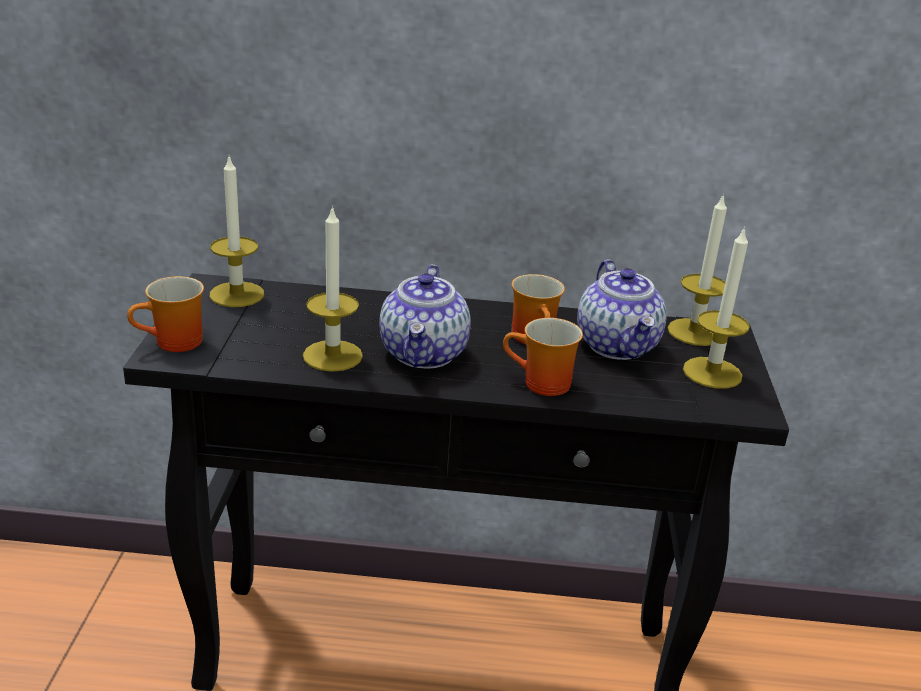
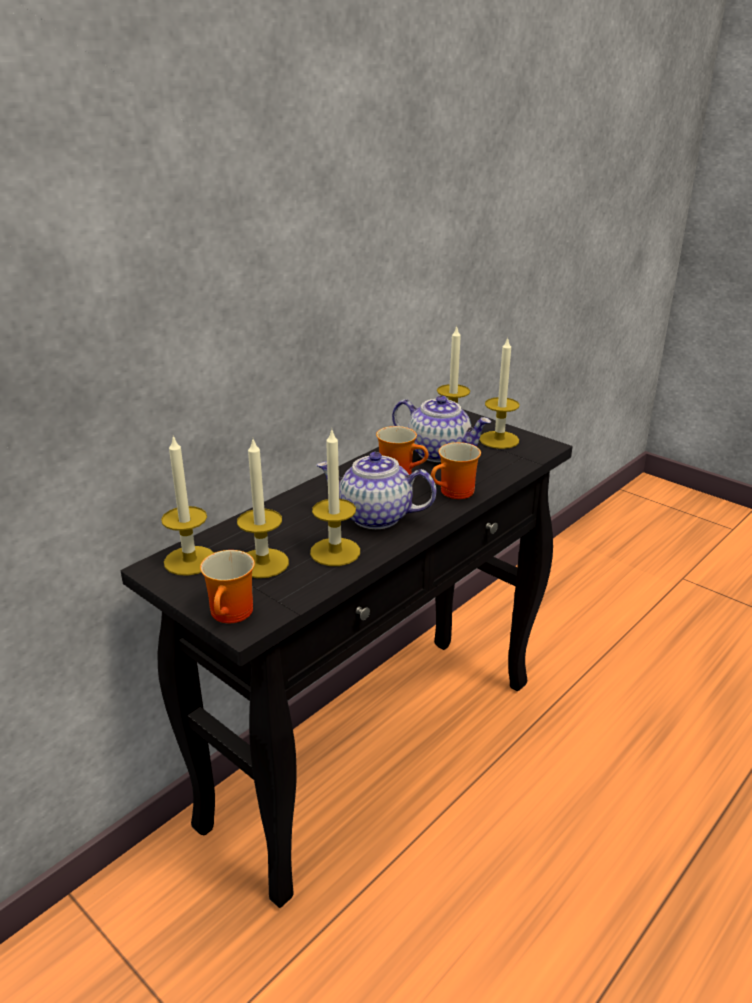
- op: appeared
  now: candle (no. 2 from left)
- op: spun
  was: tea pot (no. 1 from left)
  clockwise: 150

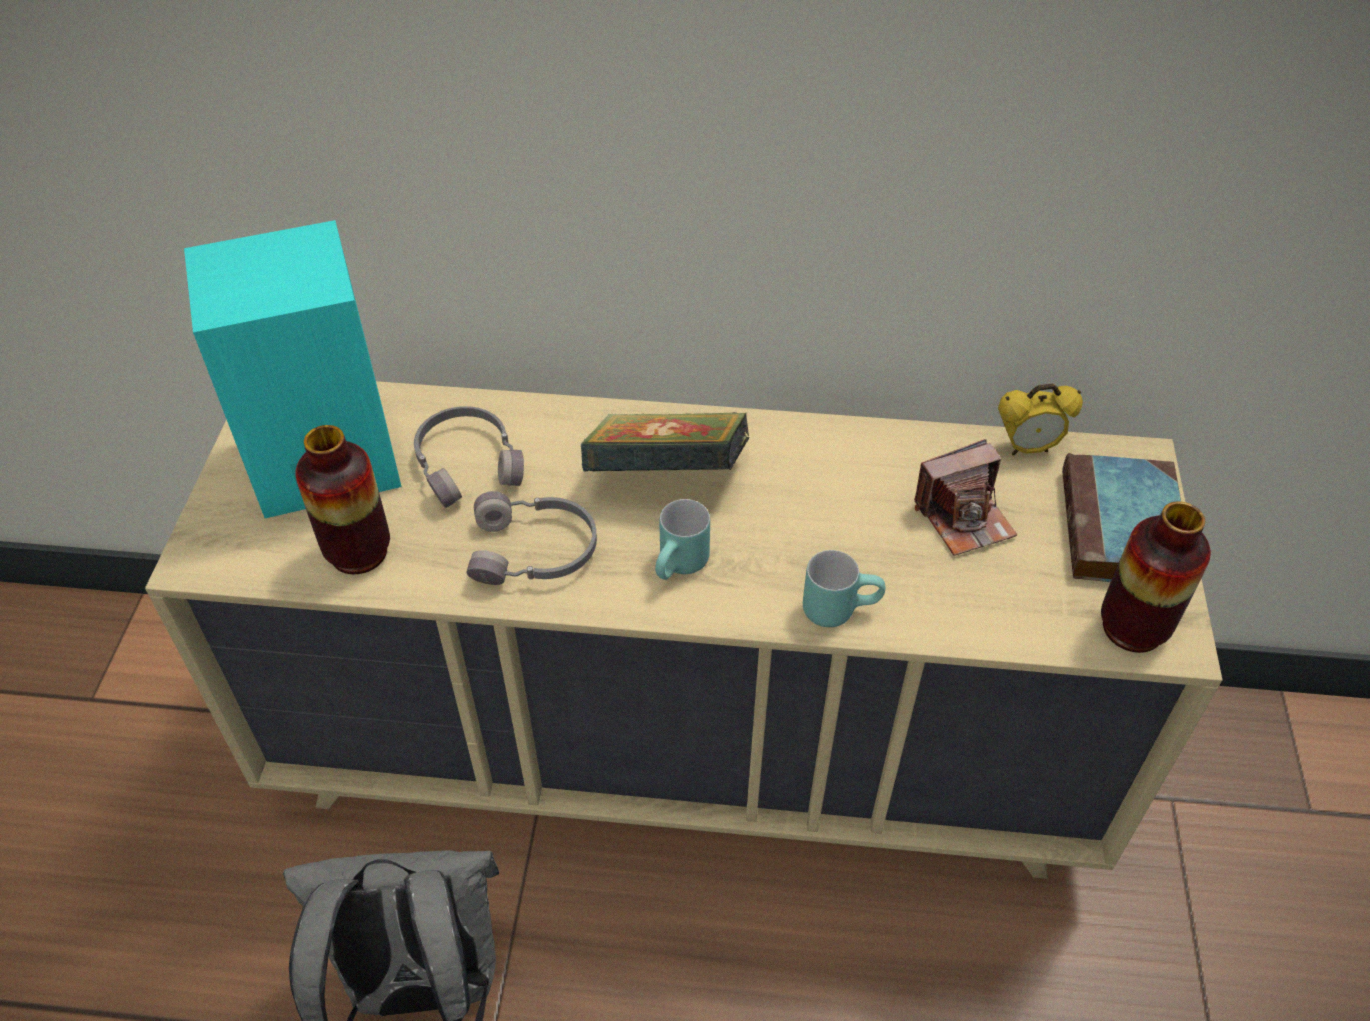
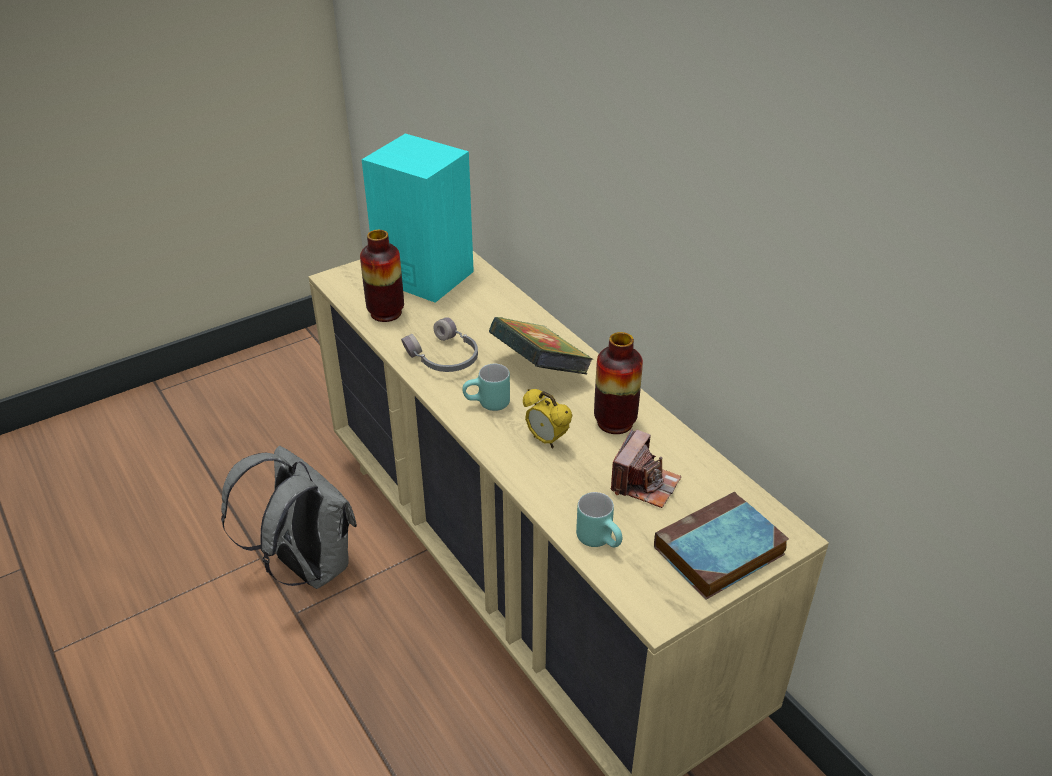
- op: relocated
  was: table clock
- op: relocated
  was: blue-green mug (no. 2 from left)
- op: relocated
  was: decorative vase (no. 2 from left)
- op: spun
  was: still camera
  clockwise: -90
- op: missing
  was: greyish pair of headphones (no. 1 from left)

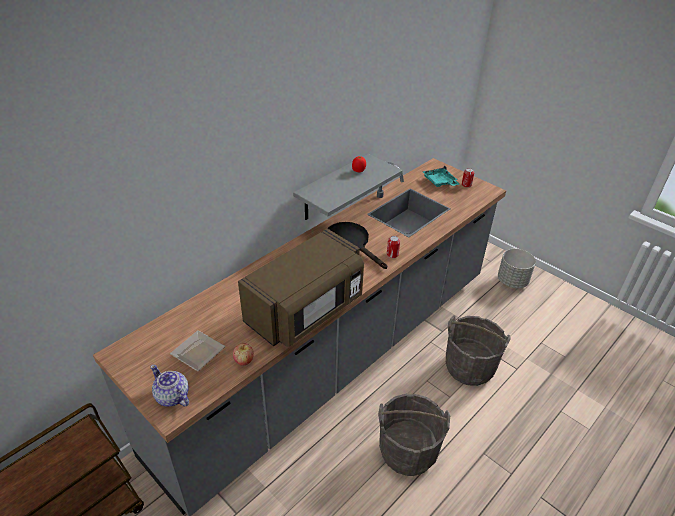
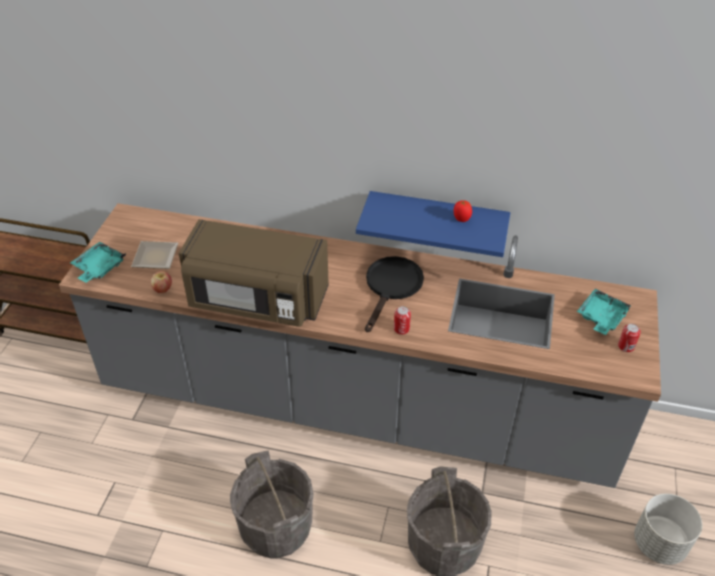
- op: exchanged
  was: tea pot
  now: blue-green carrying tray (no. 1 from left)
- op: colour
  was: greyish wall shelf
  now: blue wall shelf

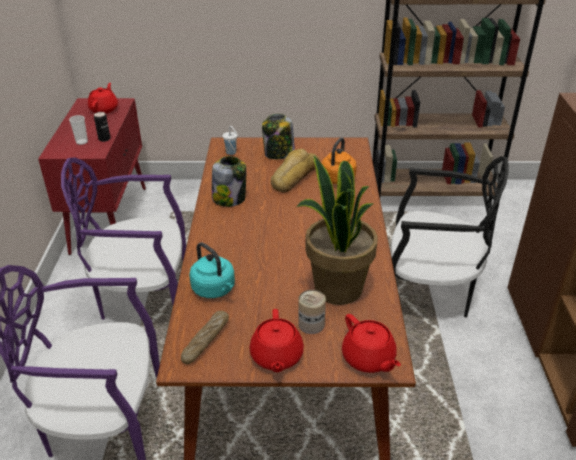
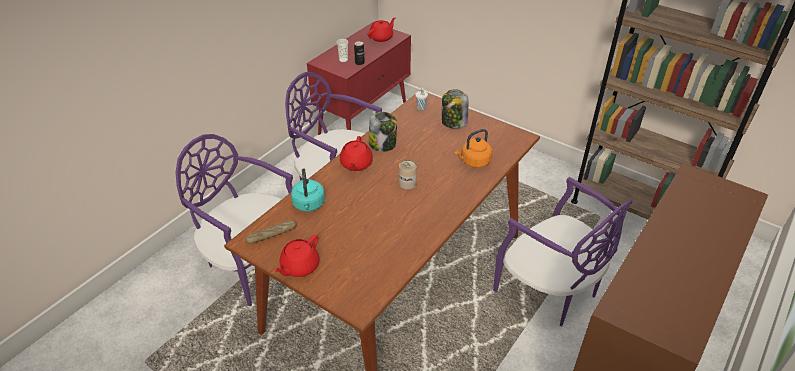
- op: relocated
  was: reddish tea pot (no. 3 from left in the first image)
  now: reddish tea pot (no. 2 from left)
- op: relocated
  was: sealed can (no. 2 from left)
- op: colour
  was: blackish plain chair
  now: purple-coloured plain chair (no. 3 from left)
- op: missing
  was: bakery bread (no. 2 from left)
- op: missing
  was: houseplant

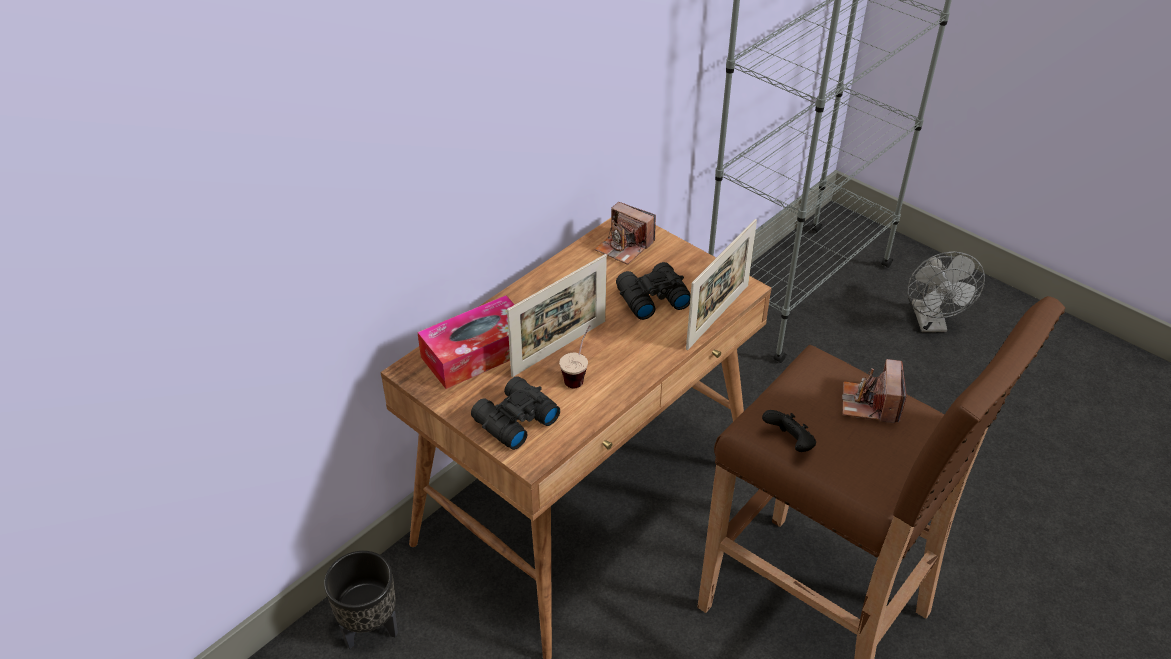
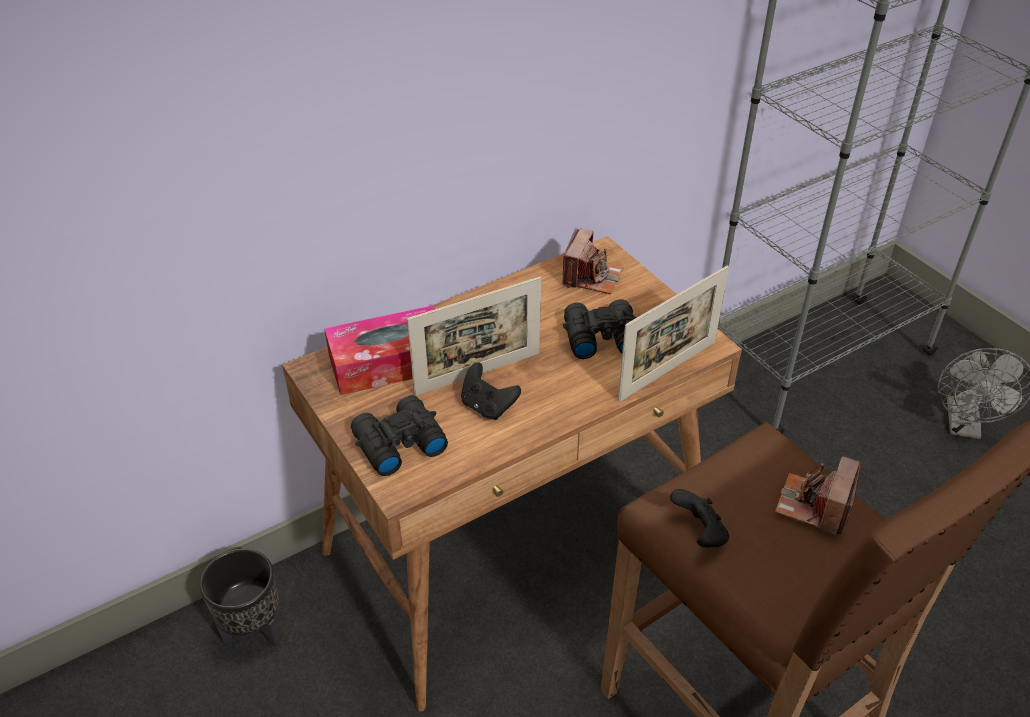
- op: exchanged
  was: drinking cup
  now: blackish joypad (no. 1 from left)
- op: spun
  was: still camera (no. 1 from left)
  clockwise: -120

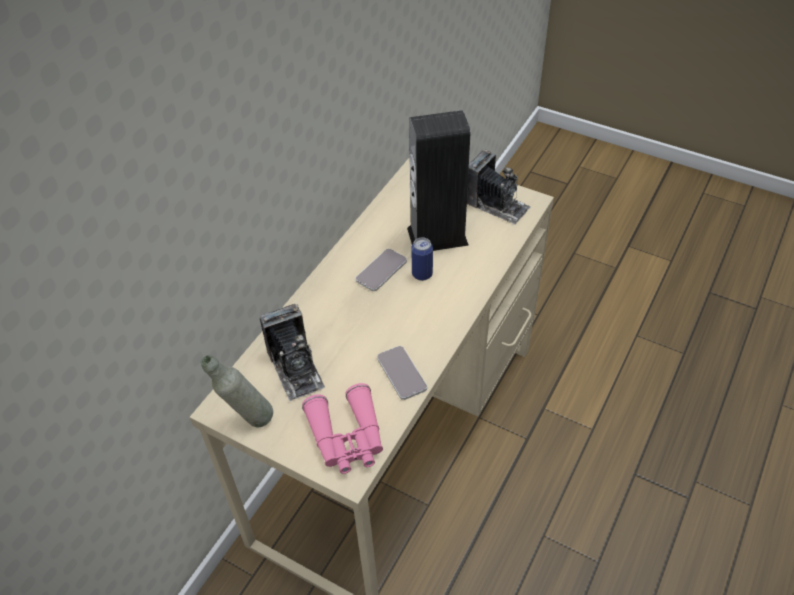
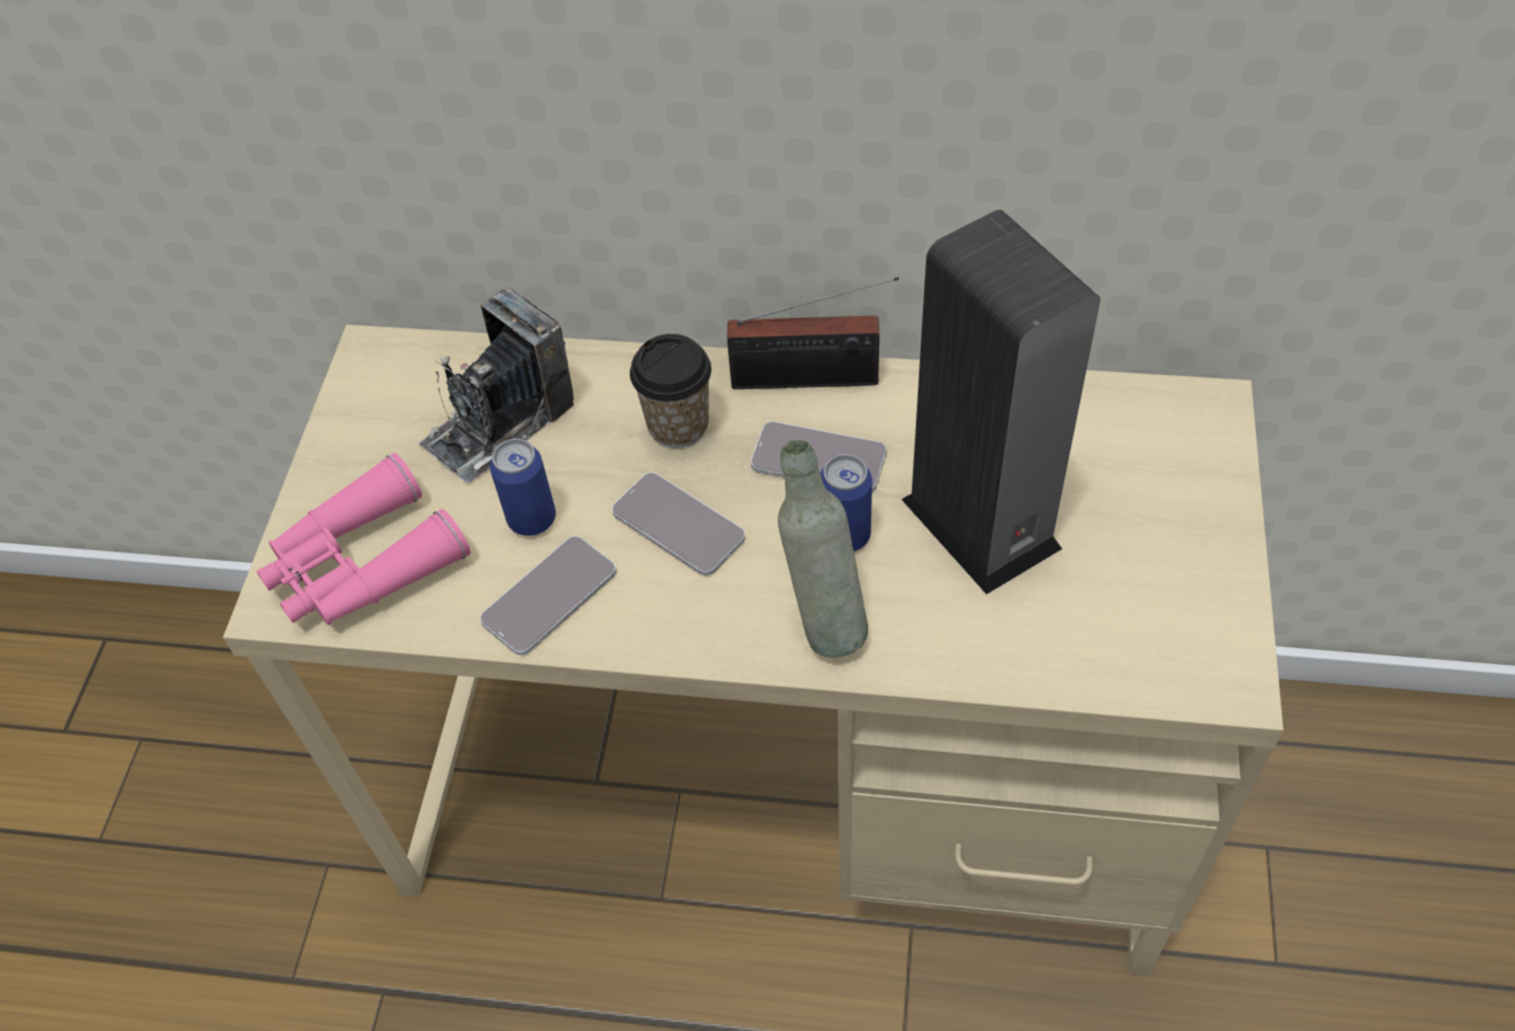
- op: appeared
  now: sealed can (no. 1 from left)
- op: appeared
  now: telephone (no. 2 from left)
- op: appeared
  now: drinking cup
- op: appeared
  now: radio set
- op: relocated
  was: greyish bottle
- op: missing
  was: still camera (no. 2 from left)

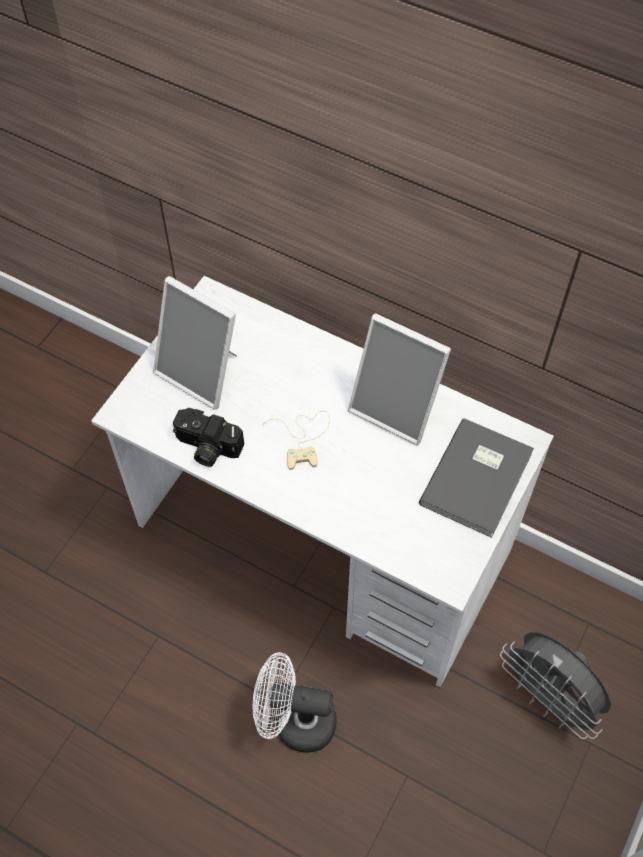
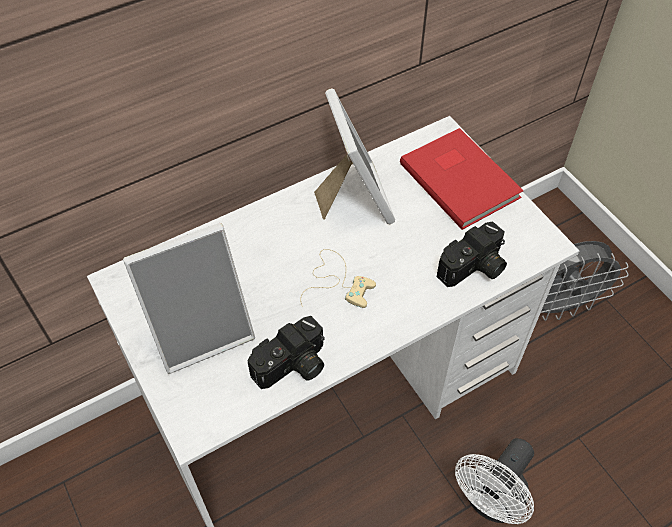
- op: spun
  was: photo frame (no. 2 from left)
  clockwise: -75
- op: colour
  was: greyish book
  now: reddish book
- op: appeared
  now: still camera (no. 2 from left)

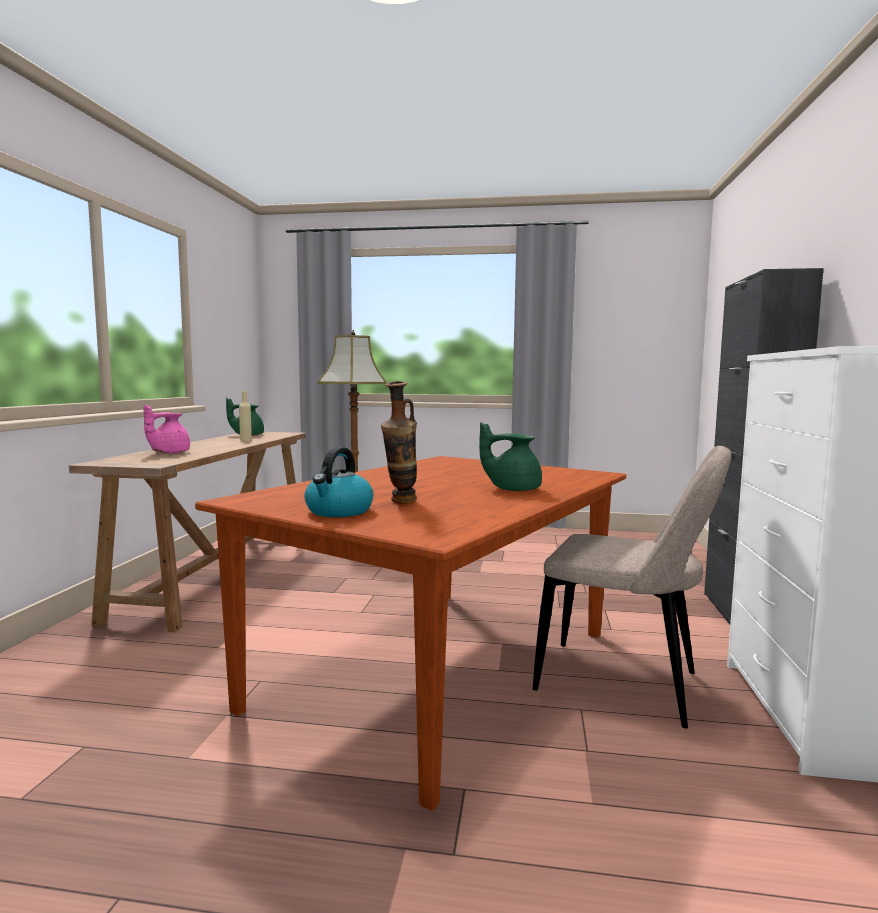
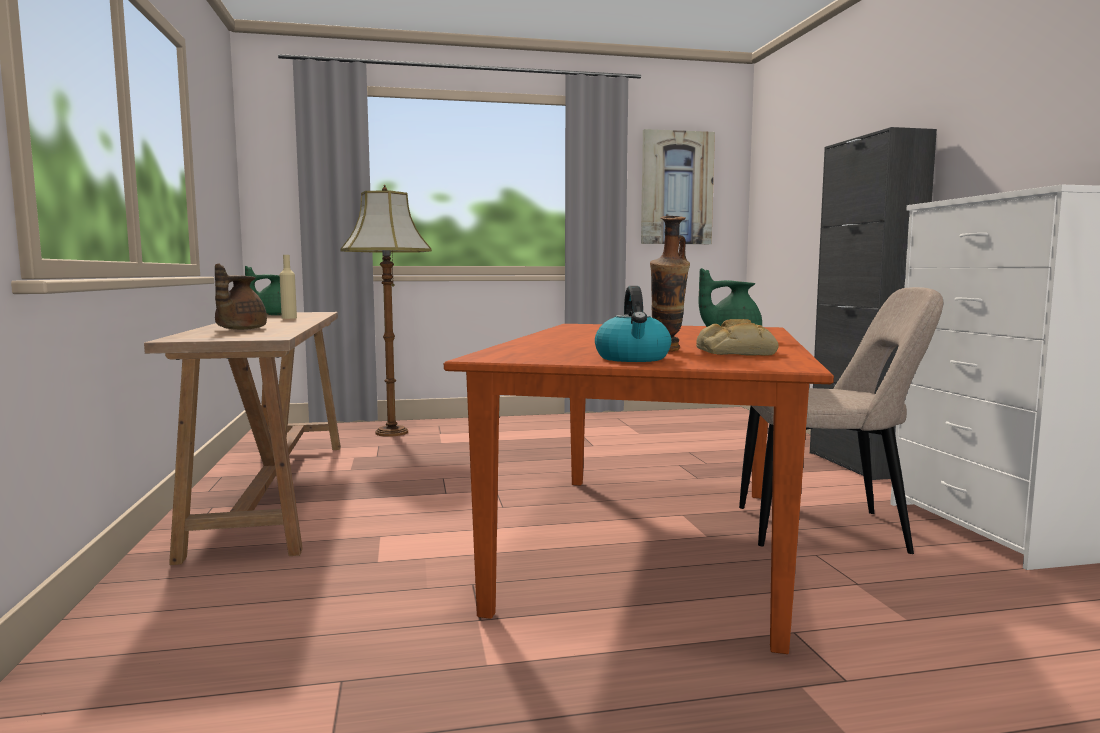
- op: colour
  was: pink tea pot
  now: brown-coloured tea pot
- op: appeared
  now: wall art
- op: appeared
  now: bakery bread

